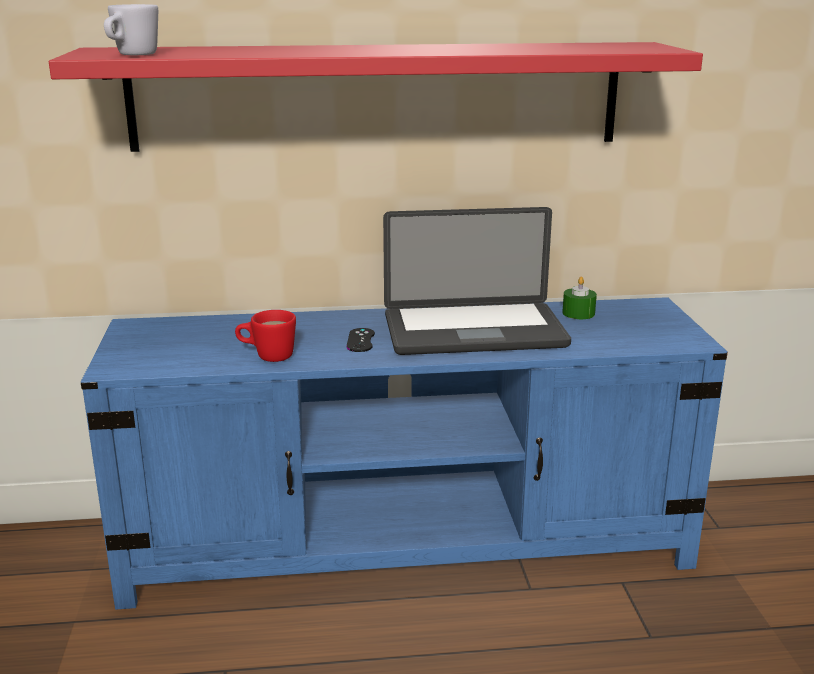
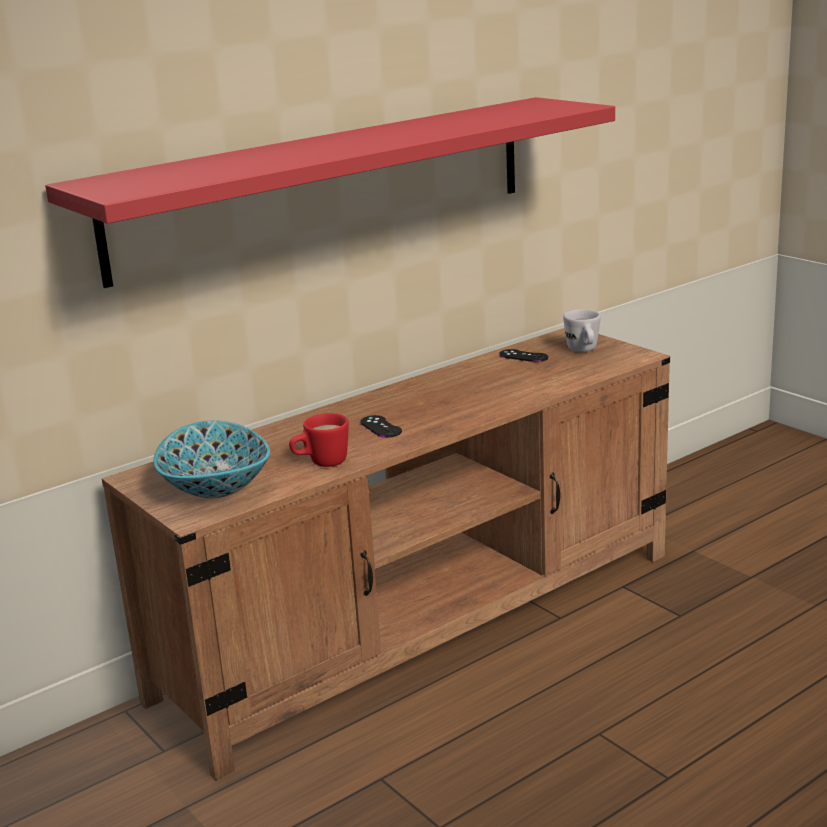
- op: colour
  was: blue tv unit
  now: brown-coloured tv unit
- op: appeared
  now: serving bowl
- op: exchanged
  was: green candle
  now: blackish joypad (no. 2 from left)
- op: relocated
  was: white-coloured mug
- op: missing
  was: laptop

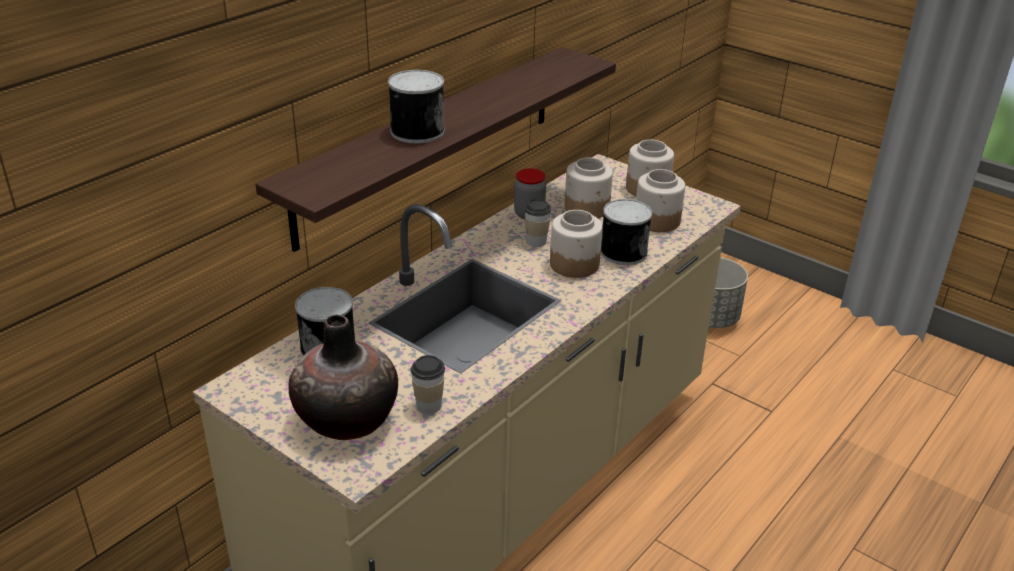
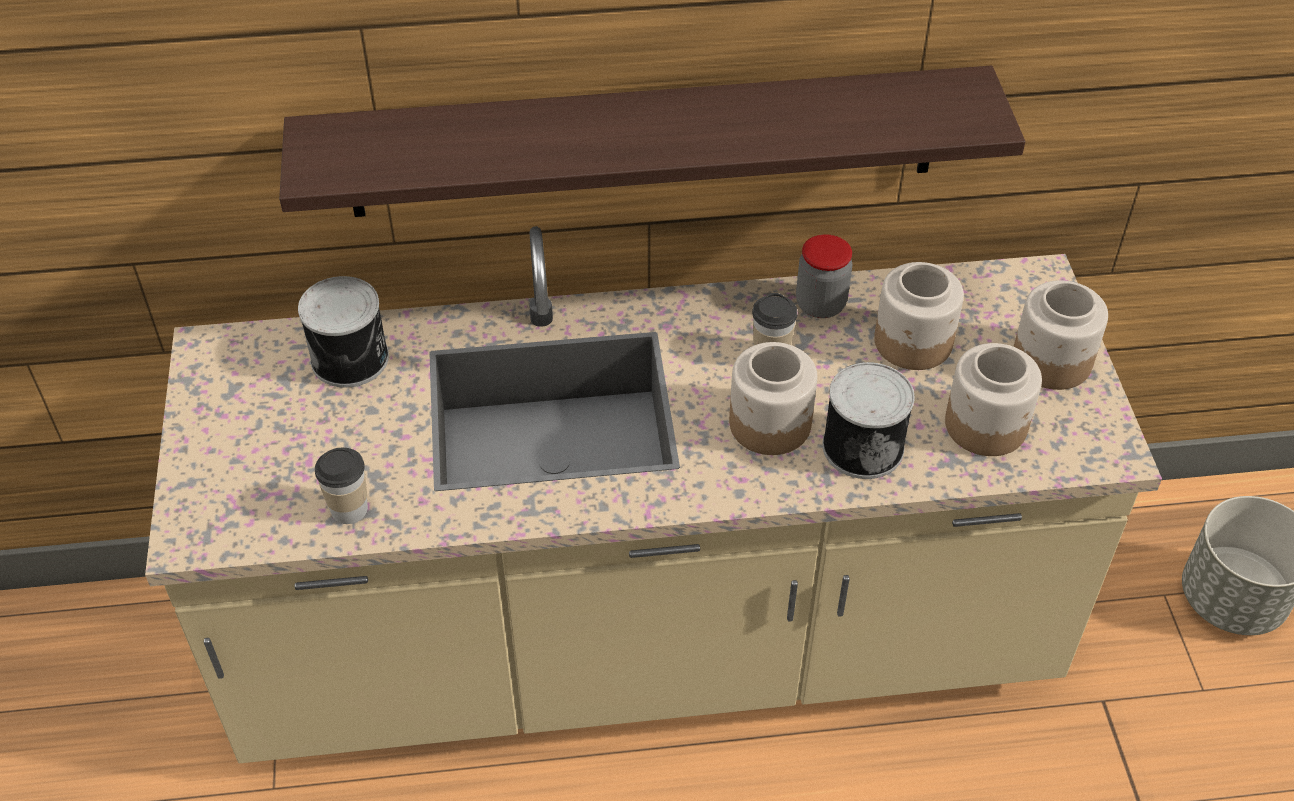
- op: missing
  was: decorative vase
- op: missing
  was: sealed can (no. 2 from left)

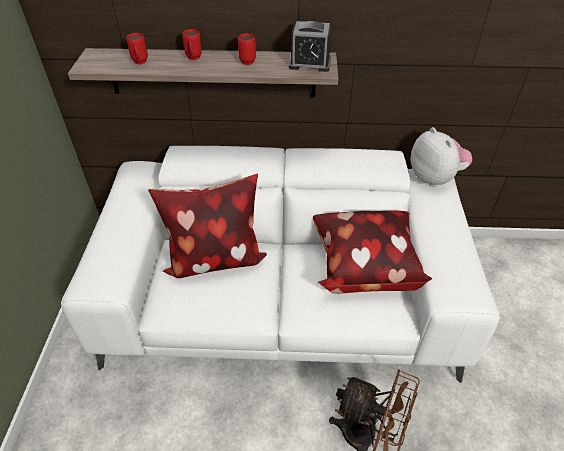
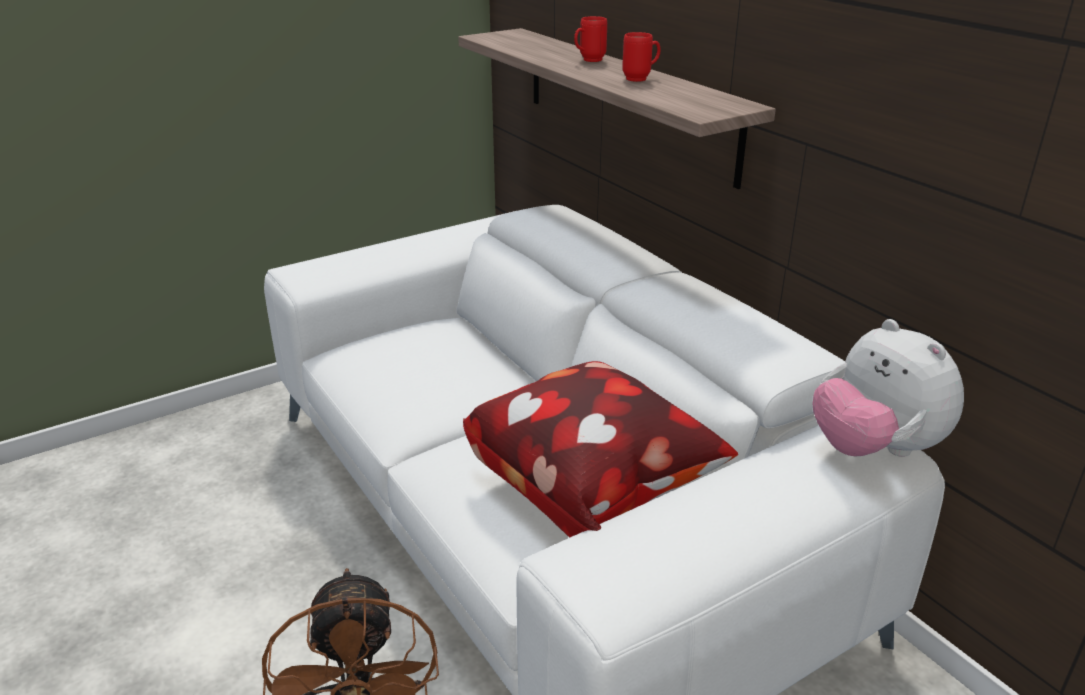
- op: spun
  was: cuddly toy
  clockwise: 120
- op: missing
  was: reddish mug (no. 1 from left)
- op: missing
  was: pillow (no. 1 from left)
- op: missing
  was: table clock

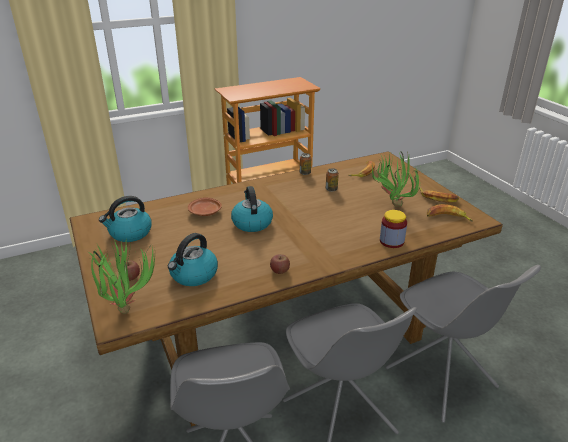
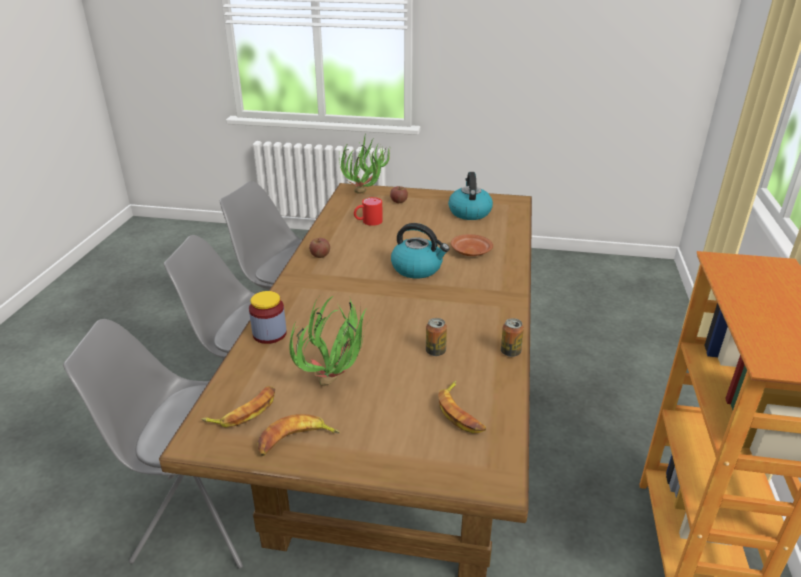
- op: exchanged
  was: water kettle (no. 2 from left)
  now: reddish mug

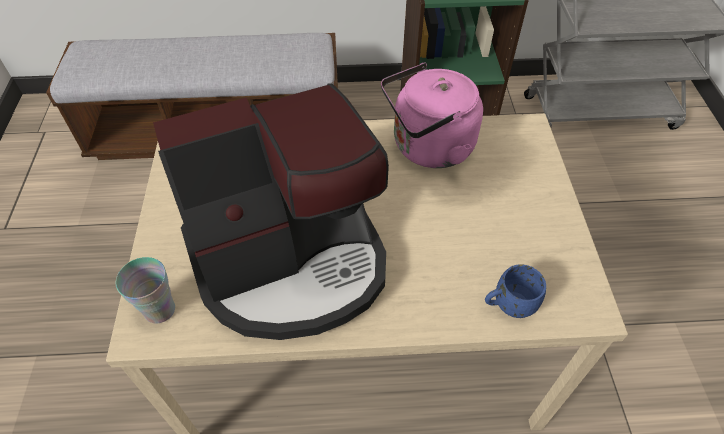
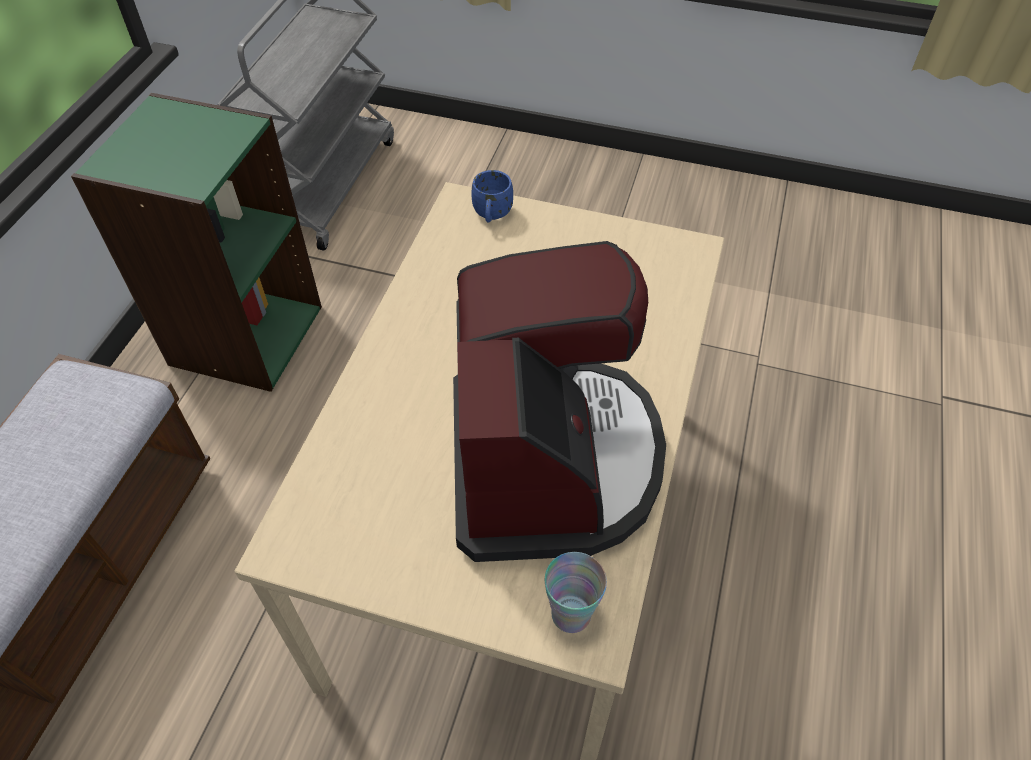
- op: relocated
  was: blue mug
- op: missing
  was: pink water kettle

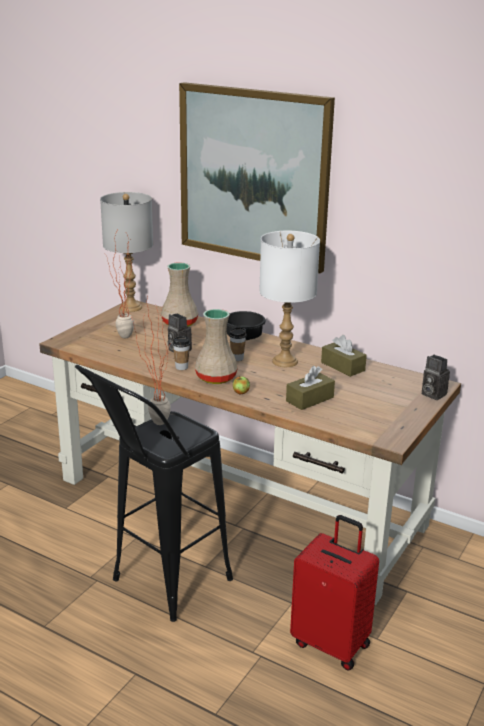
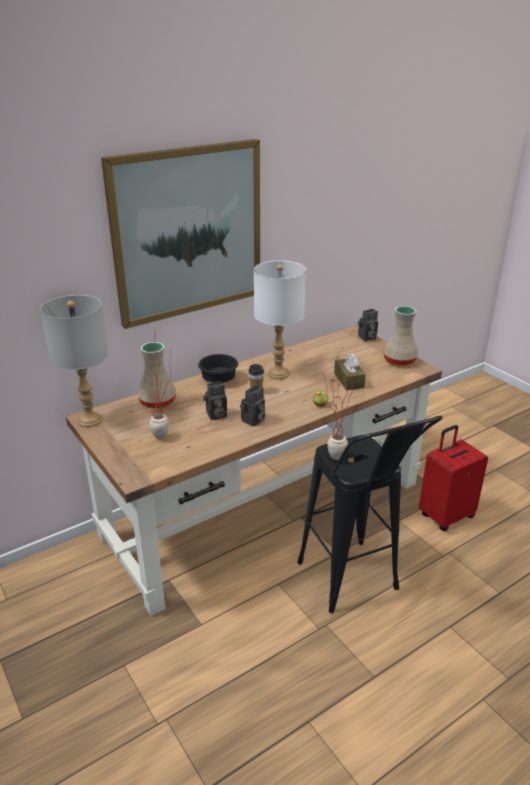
- op: exchanged
  was: drinking cup (no. 1 from left)
  now: still camera (no. 2 from left)
- op: relocated
  was: sand-coloured decorative vase (no. 2 from left)
- op: missing
  was: brown-coloured tissue holder (no. 2 from left)

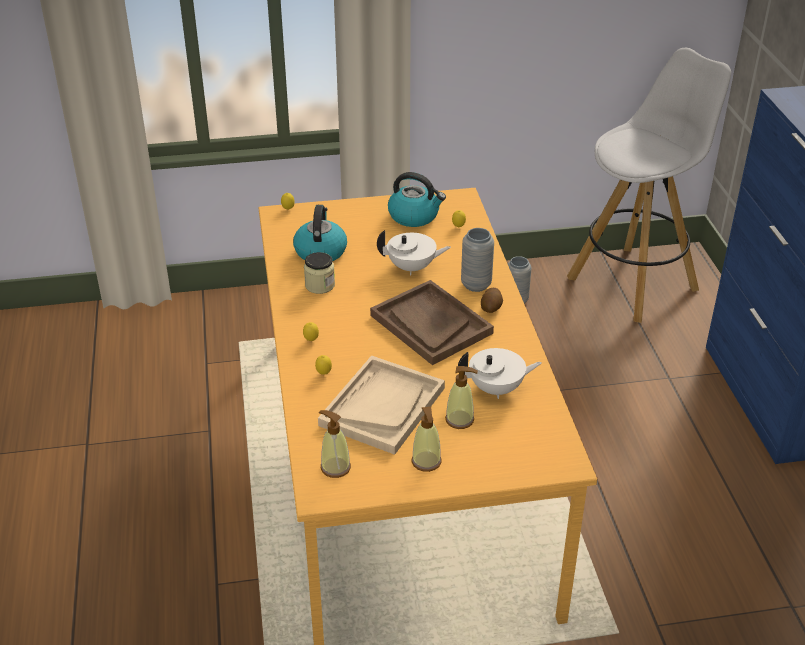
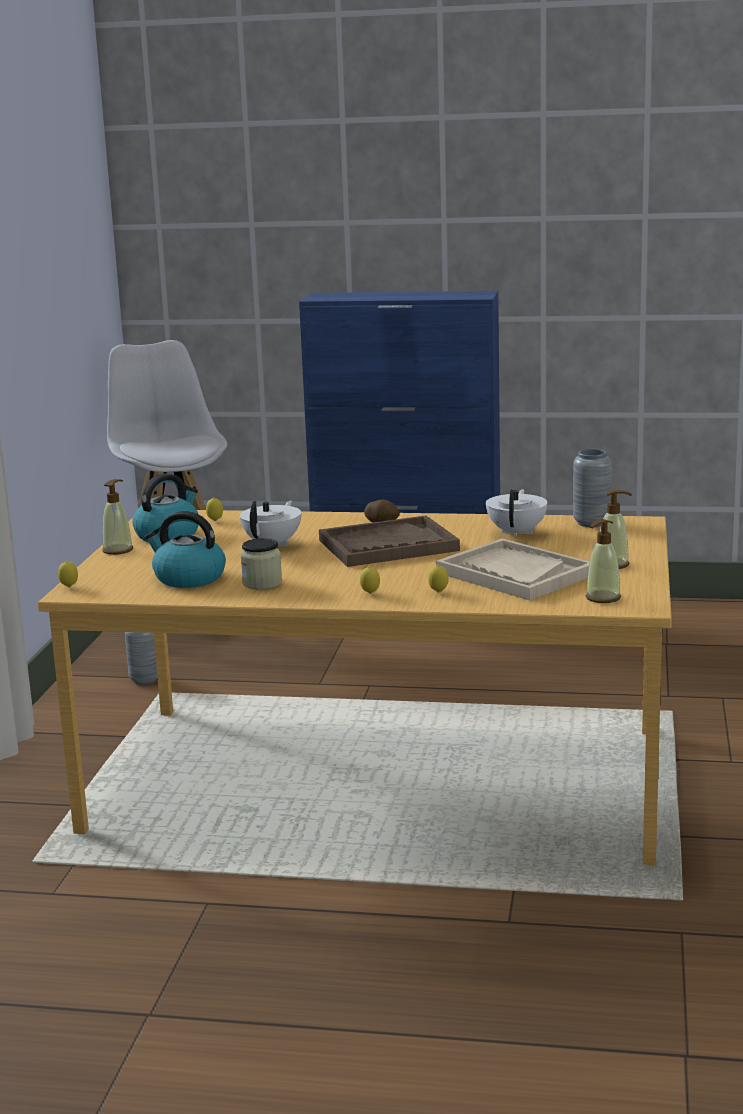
- op: relocated
  was: soap dispenser (no. 3 from left in the first image)
  now: soap dispenser (no. 1 from left)
- op: relocated
  was: greyish decorative vase (no. 1 from left in the first image)
  now: greyish decorative vase (no. 2 from left)

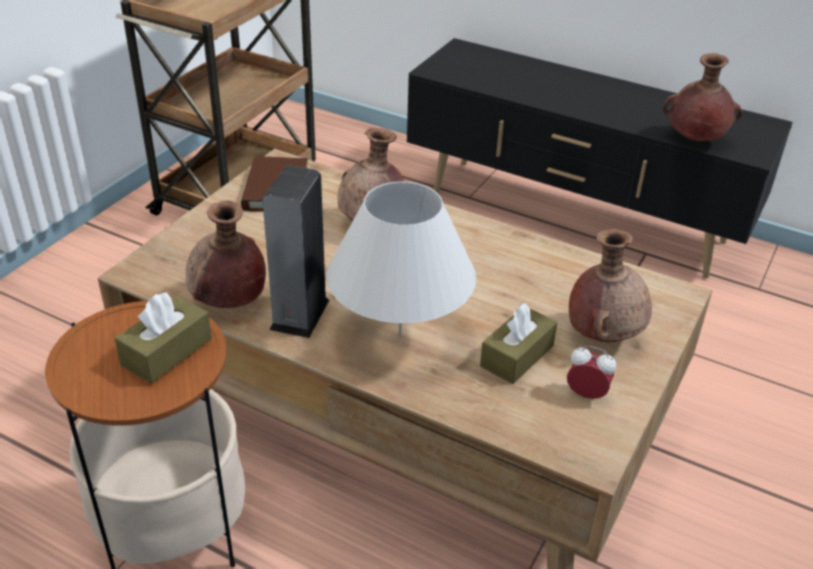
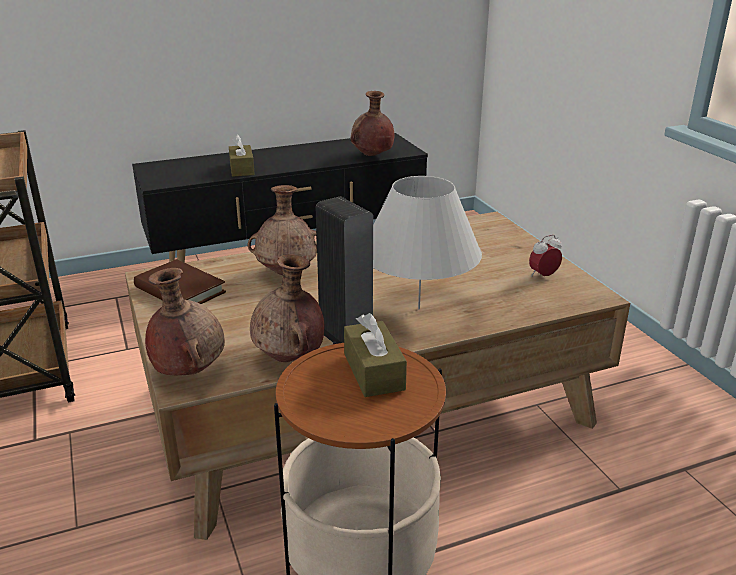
- op: relocated
  was: brown-coloured decorative vase (no. 3 from left in the first image)
  now: brown-coloured decorative vase (no. 1 from left)
- op: relocated
  was: brown-coloured tissue holder (no. 2 from left in the first image)
  now: brown-coloured tissue holder (no. 1 from left)

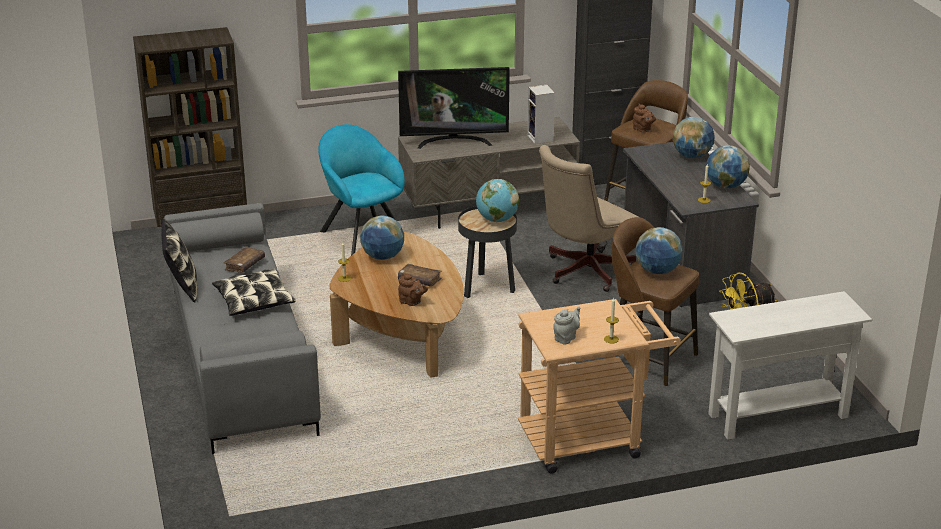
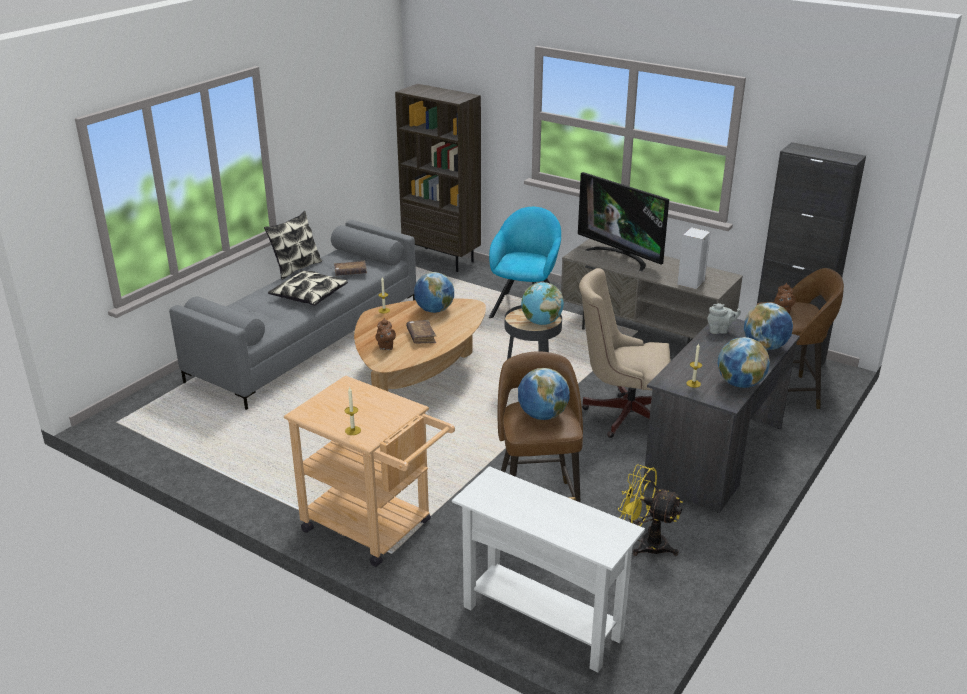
- op: relocated
  was: greyish tea pot

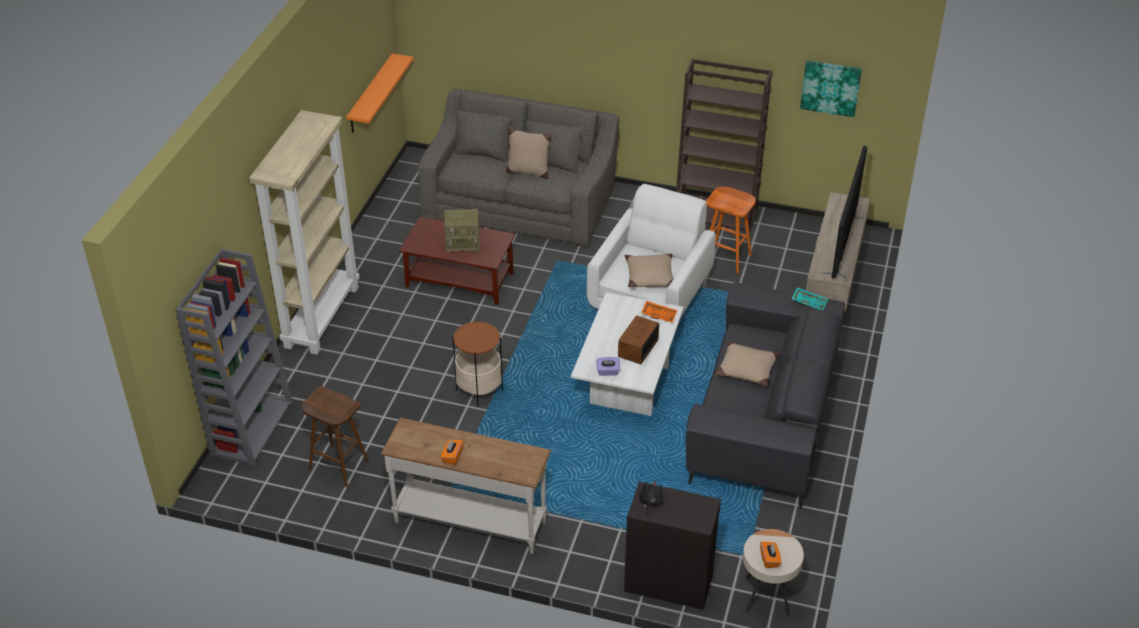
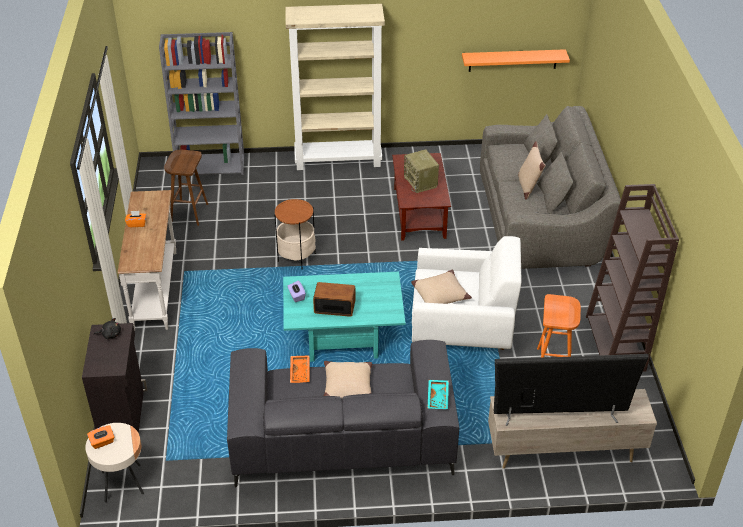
- op: colour
  was: white-coloured low table
  now: blue-green low table
- op: relocated
  was: orange carrying tray
- op: missing
  was: wall art

